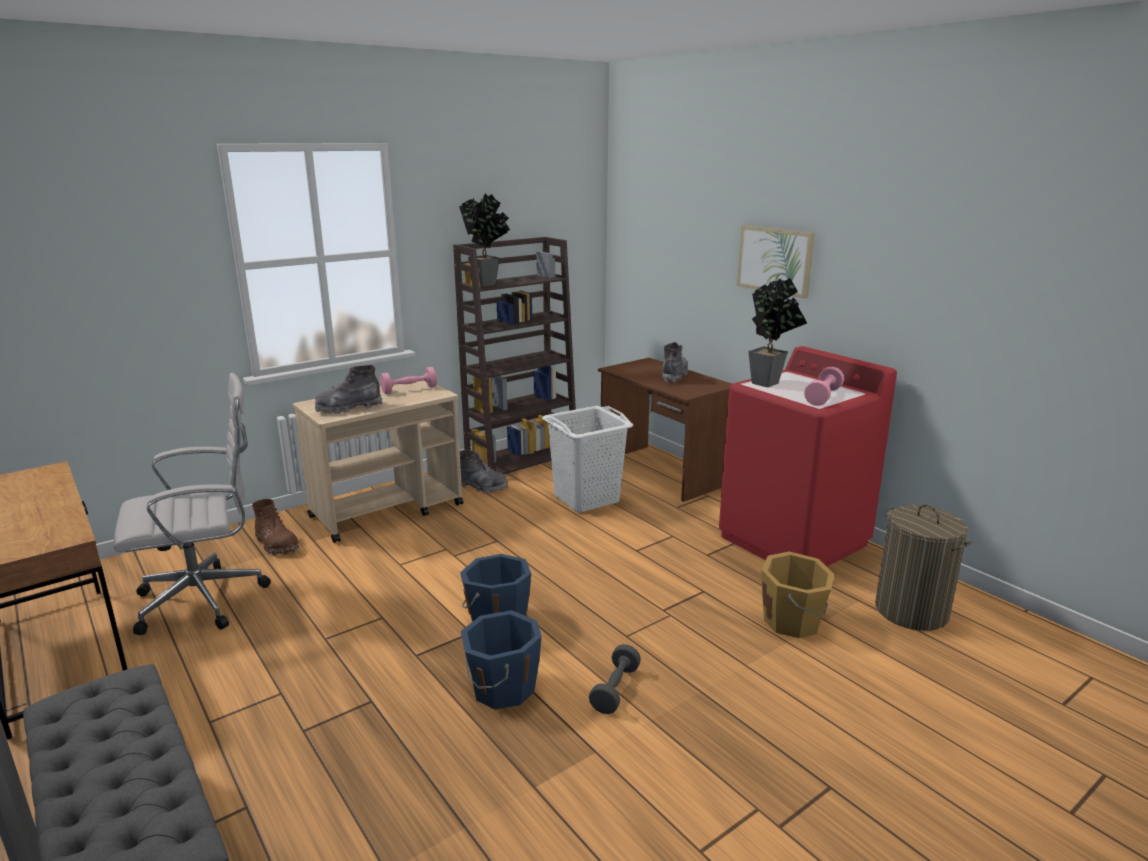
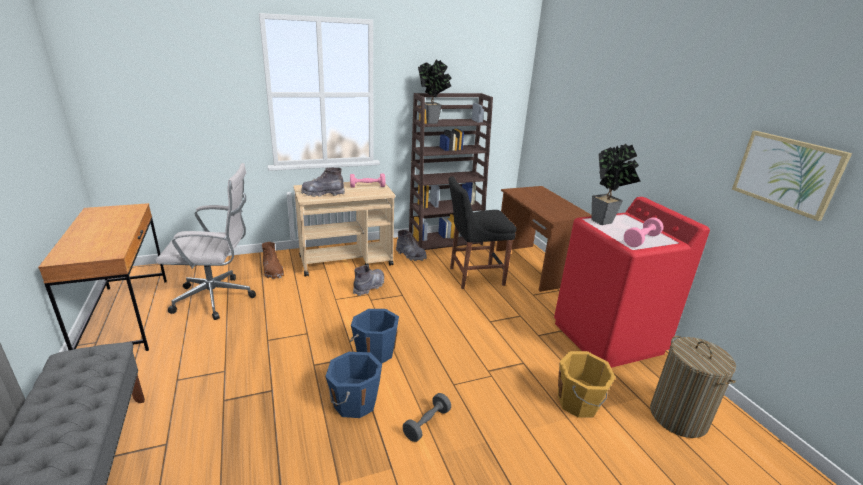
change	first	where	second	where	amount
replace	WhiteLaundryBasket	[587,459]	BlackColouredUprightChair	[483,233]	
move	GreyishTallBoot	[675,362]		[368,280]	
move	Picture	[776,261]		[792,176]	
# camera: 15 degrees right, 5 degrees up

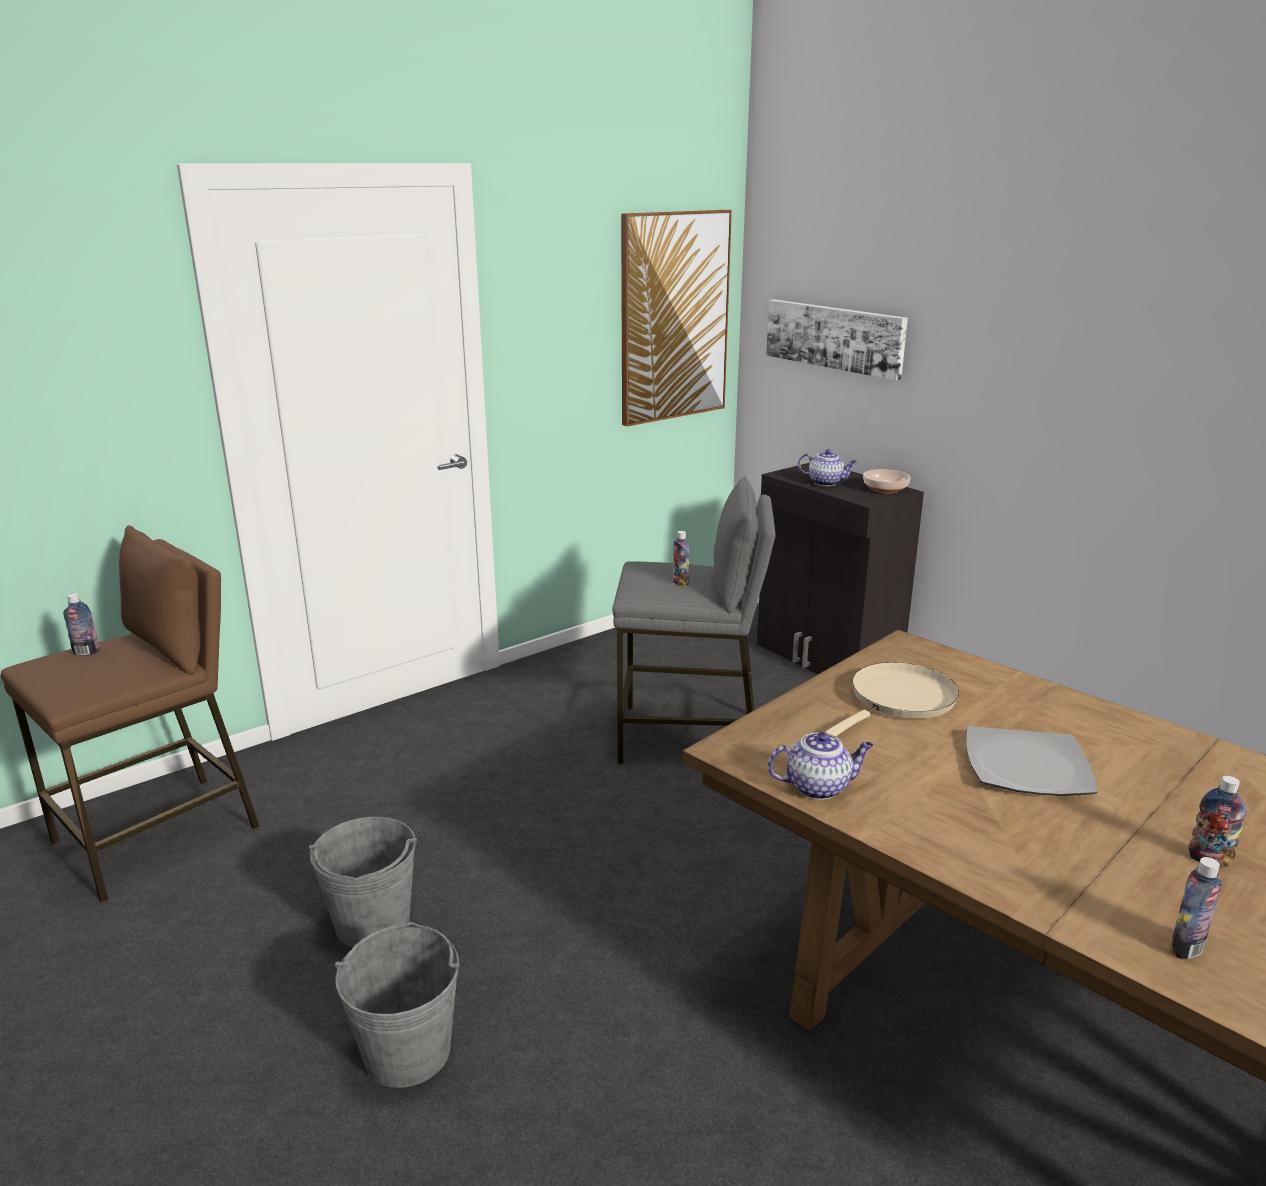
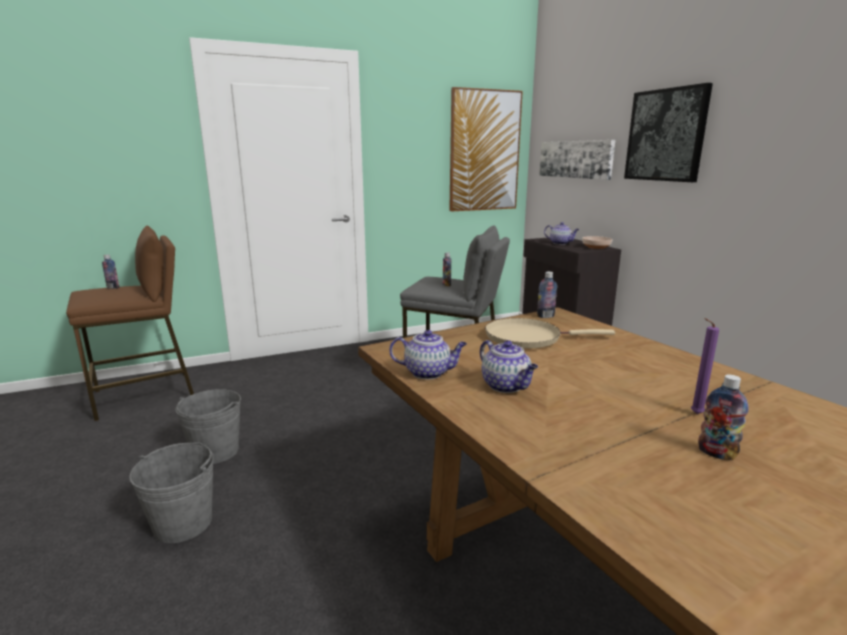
change	first	where	second	where	amount
rotate	BeigeColouredSkillet	[892,699]		[550,333]	150 degrees counterclockwise
delete	Plate	[1032,761]			
move	BeverageBottle	[1195,908]		[547,295]	
insert			Teapot	[509,366]	
insert			Picture	[668,132]	
insert			PurpleColouredWaxCandle	[705,366]	
# camera: 15 degrees right, 5 degrees down

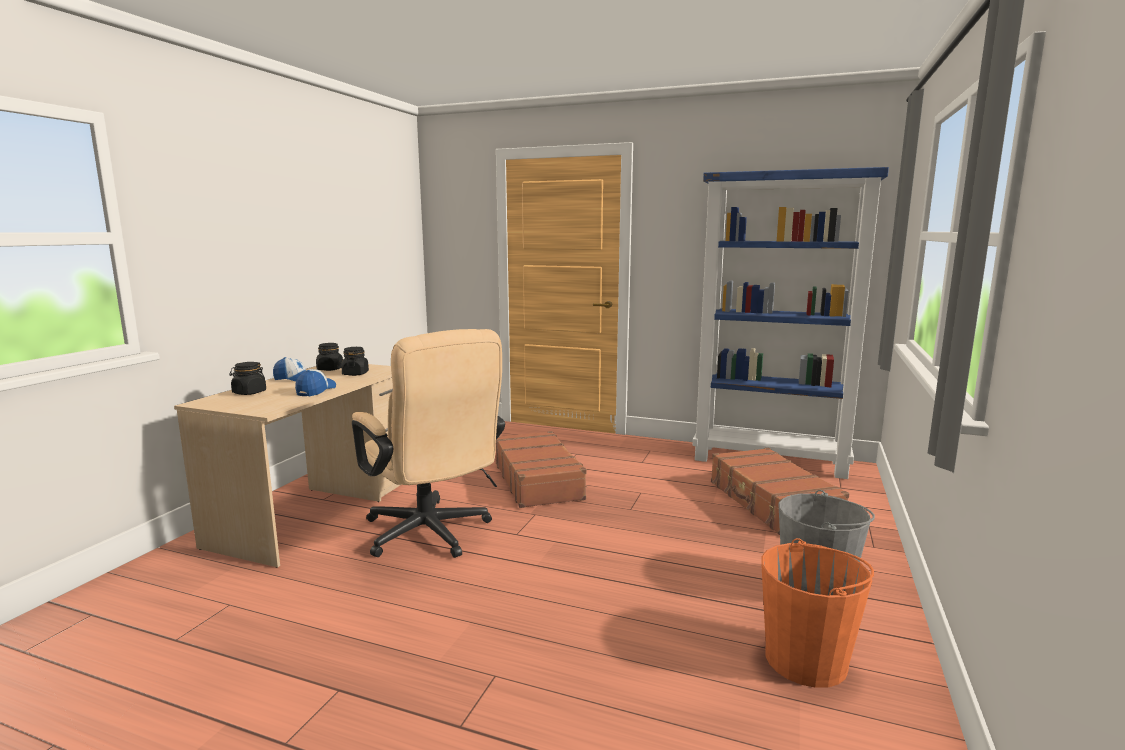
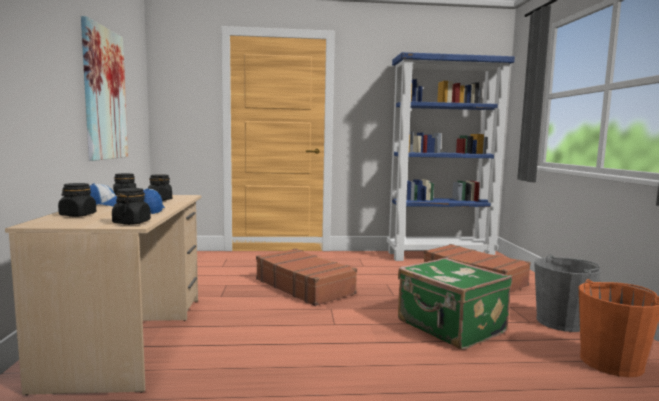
change	first	where	second	where	amount
delete	BeigeColouredComputerChair	[428,443]			
insert			Picture	[104,88]	
insert			BlackColouredStorageJar	[131,206]	
insert			GreenColouredPieceOfLuggage	[455,303]	
# camera: 25 degrees left, 5 degrees down

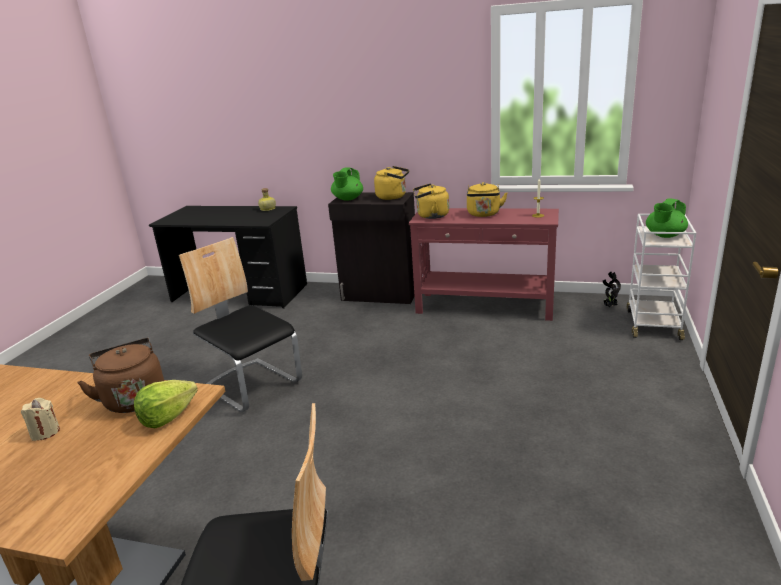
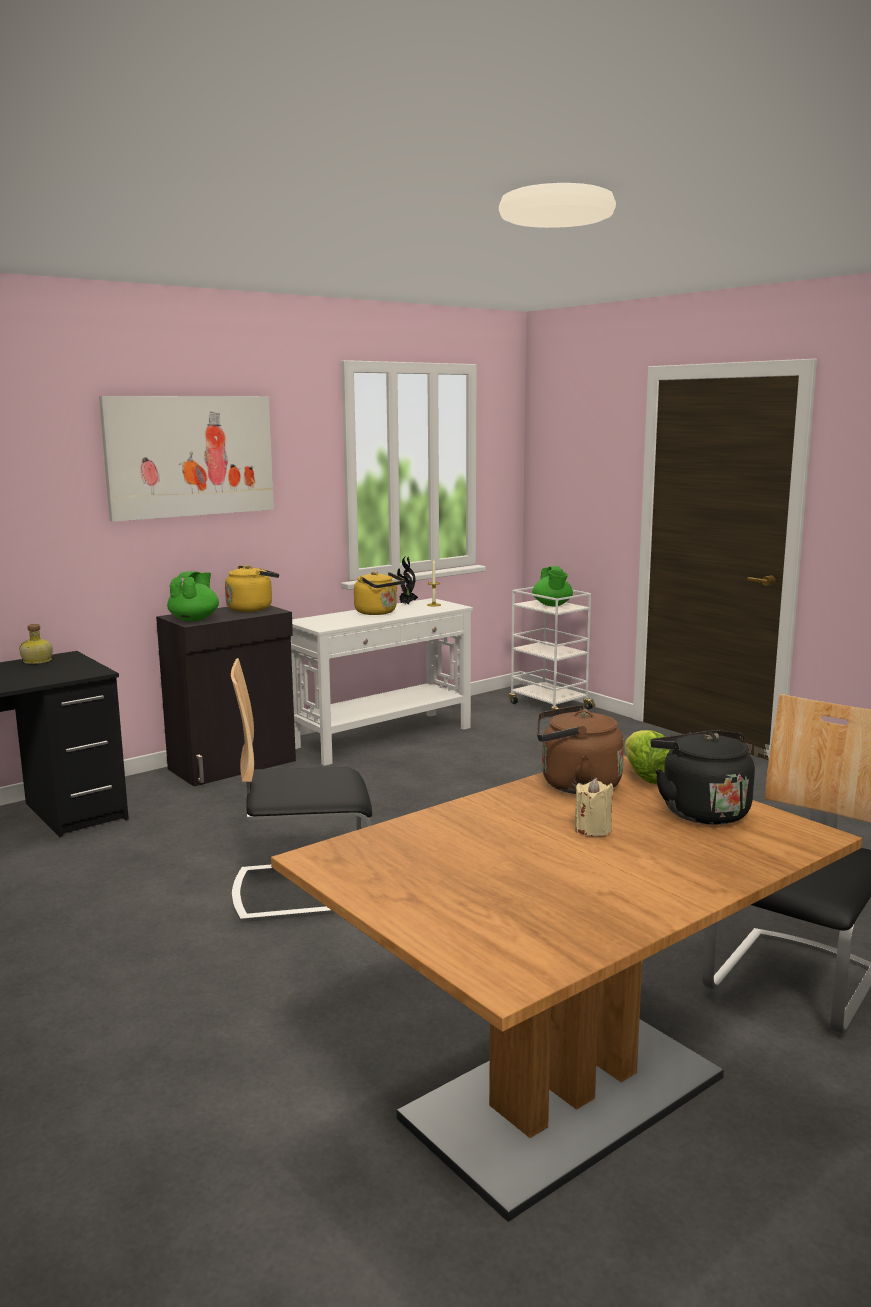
change	first	where	second	where	amount
rotate	GreenColouredTeapot	[347,184]		[193,596]	135 degrees counterclockwise
recolor	RedHallTable	[484,264]	WhiteHallTable	[382,682]	
delete	YellowTeaKettle	[431,201]			
move	PlantInAPot	[612,289]		[407,580]	
insert			Picture	[186,459]	
insert			BlackColouredTeaKettle	[702,777]	
# camera: 55 degrees left, 10 degrees down

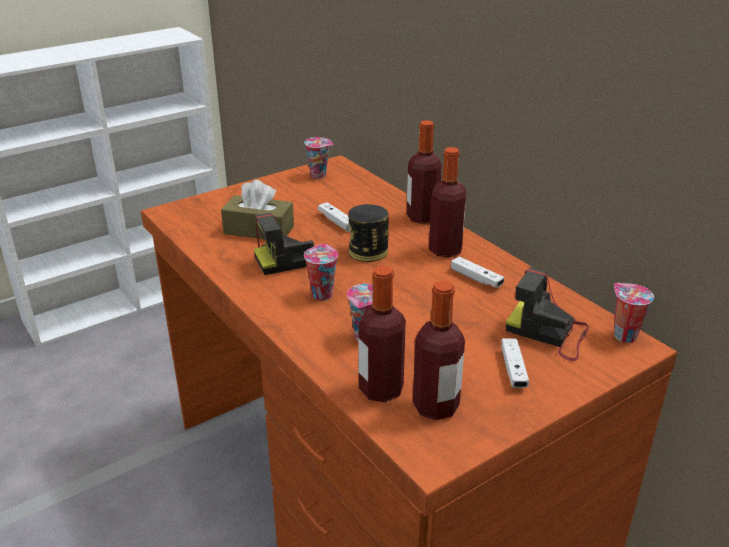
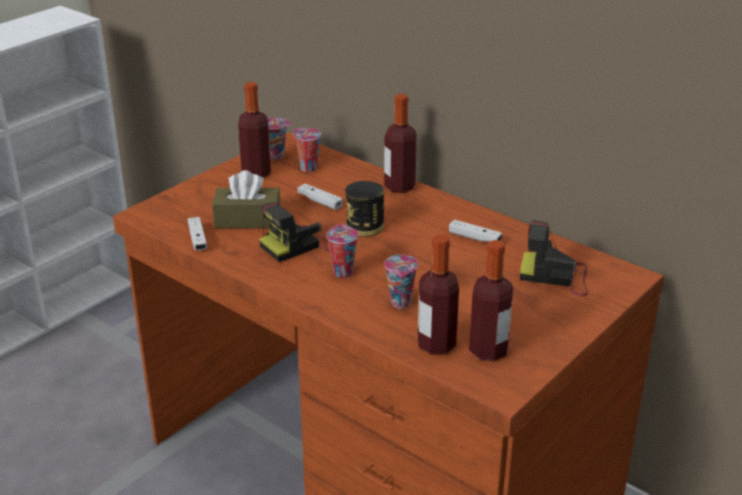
change	first	where	second	where	amount
move	BeverageBottle	[447,202]		[254,130]	
move	WhiteGamepad	[515,363]		[197,233]	
move	Cup	[634,313]		[307,150]	
# camera: 15 degrees left, 0 degrees up

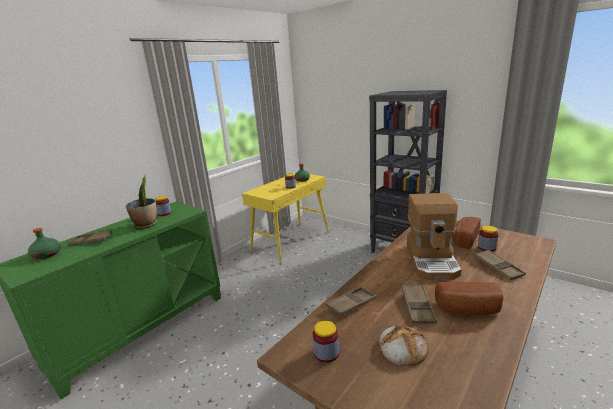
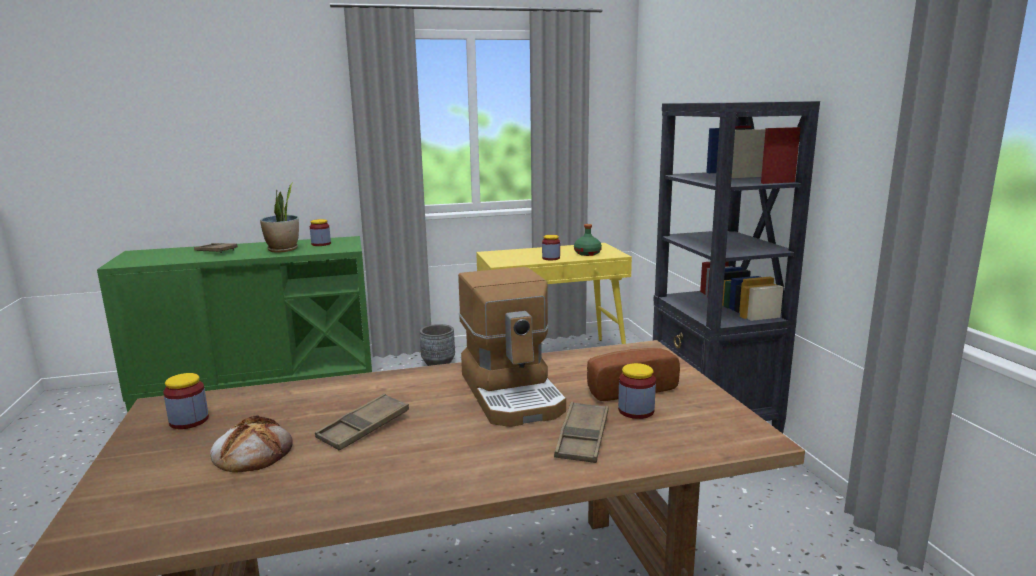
change	first	where	second	where	amount
delete	GreenColouredBeverageBottle	[44,243]			
delete	BrownTray	[351,301]			
rotate	CoffeeMachine	[434,236]		[512,347]	60 degrees counterclockwise
delete	BakedBread	[469,298]			
insert			GreyishFlowerPot	[437,345]	
# camera: 35 degrees right, 5 degrees down

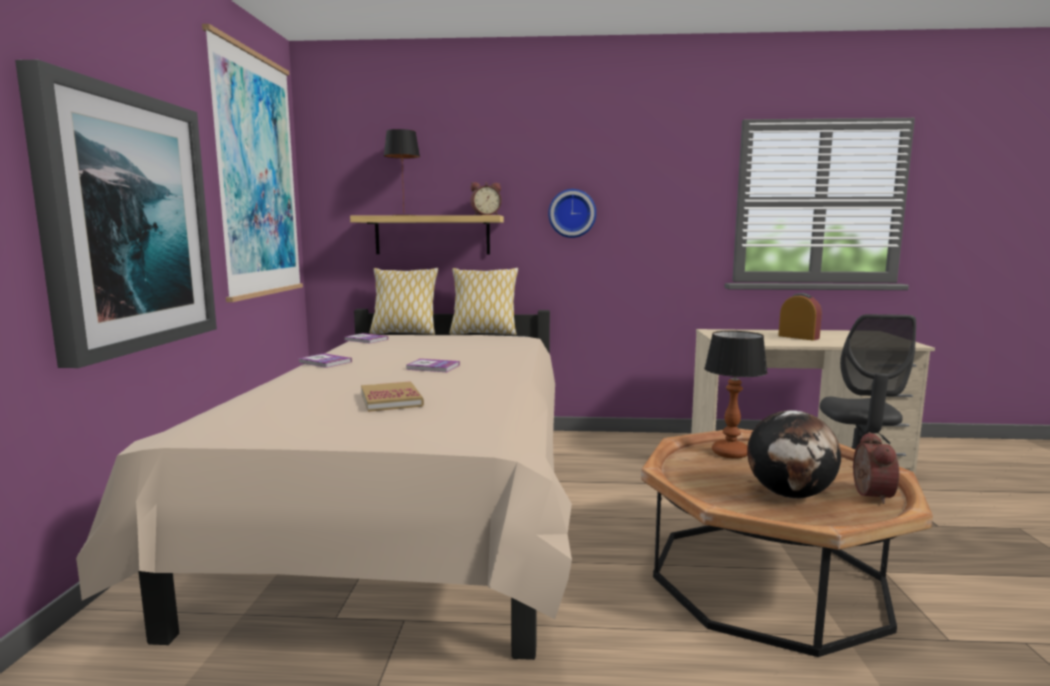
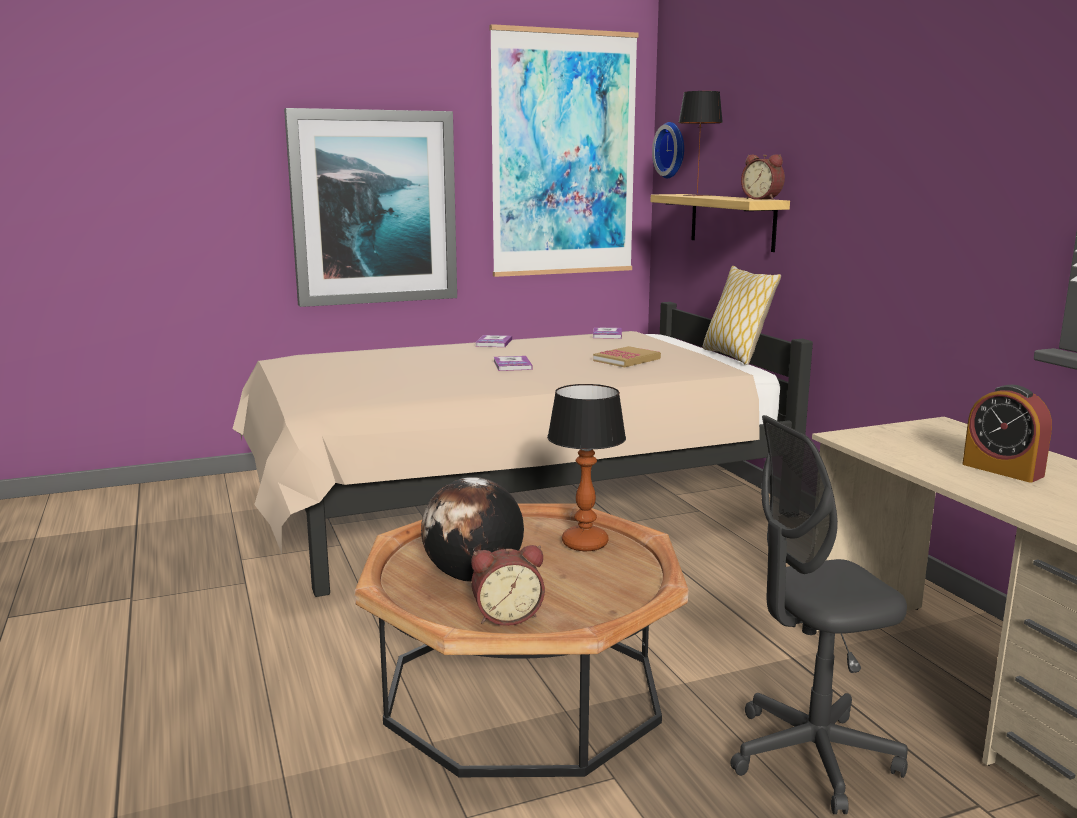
change	first	where	second	where	amount
move	BoundBook	[392,396]		[627,356]	
delete	Cushion	[403,301]			
move	ClockOnTheWall	[572,213]		[668,150]	
rotate	BedsideClock	[800,317]		[1007,434]	120 degrees clockwise
# camera: 65 degrees right, 5 degrees up

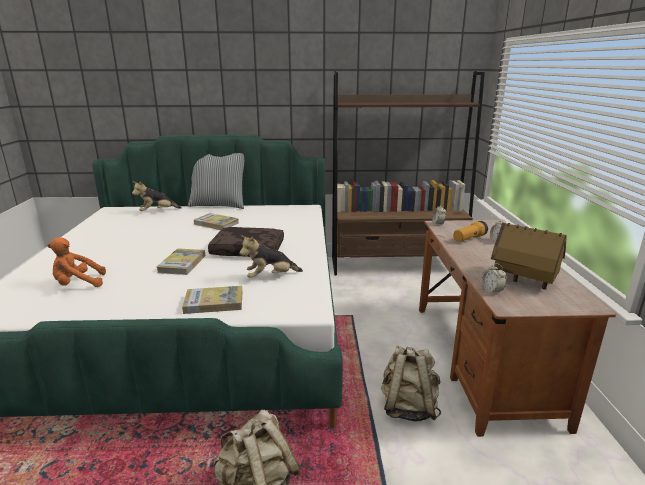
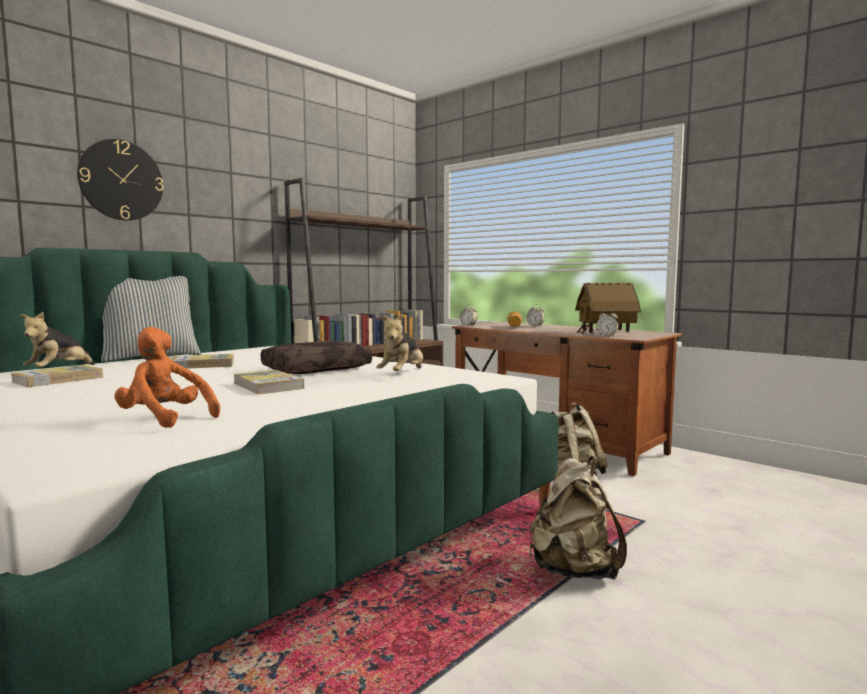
change	first	where	second	where	amount
rotate	OrangeSoftToy	[76,262]		[167,377]	90 degrees clockwise
move	BoundBook	[212,300]		[57,376]	
insert			ClockOnTheWall	[120,180]	
# camera: 45 degrees left, 15 degrees down

